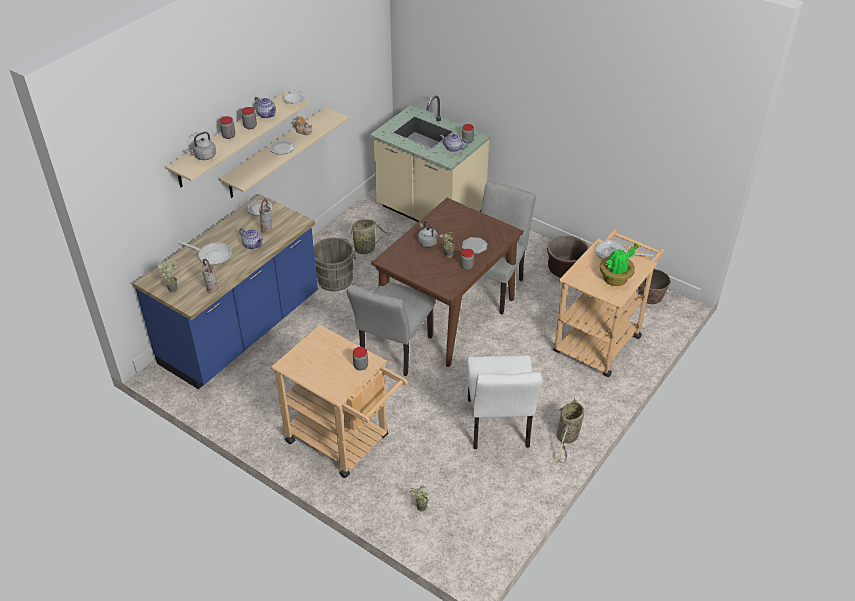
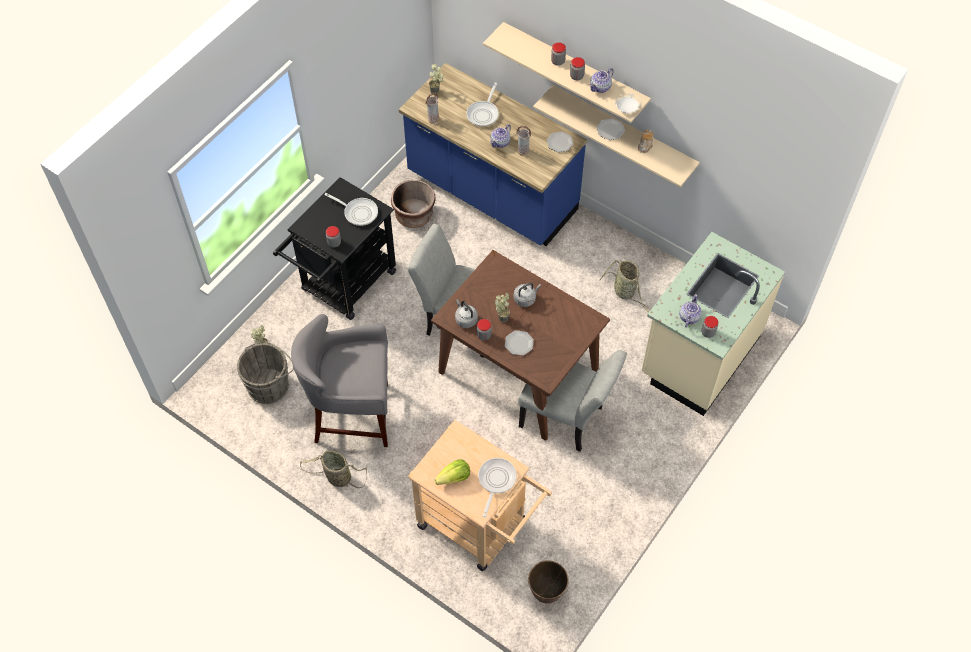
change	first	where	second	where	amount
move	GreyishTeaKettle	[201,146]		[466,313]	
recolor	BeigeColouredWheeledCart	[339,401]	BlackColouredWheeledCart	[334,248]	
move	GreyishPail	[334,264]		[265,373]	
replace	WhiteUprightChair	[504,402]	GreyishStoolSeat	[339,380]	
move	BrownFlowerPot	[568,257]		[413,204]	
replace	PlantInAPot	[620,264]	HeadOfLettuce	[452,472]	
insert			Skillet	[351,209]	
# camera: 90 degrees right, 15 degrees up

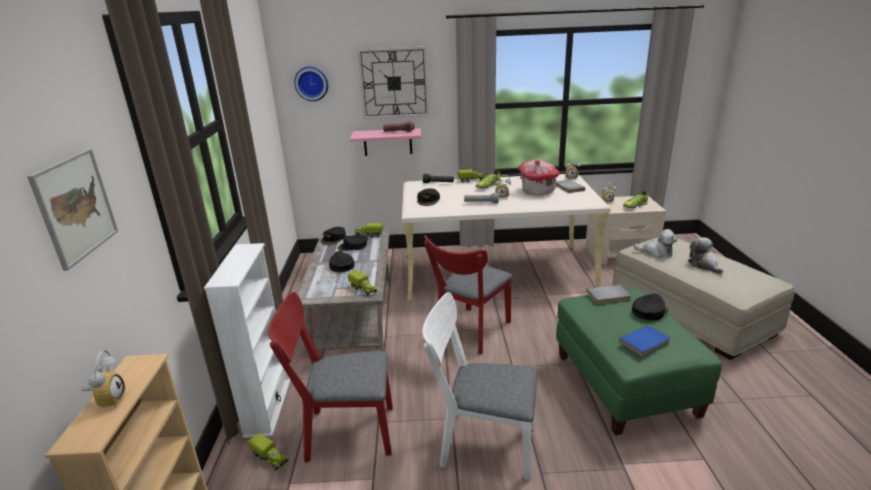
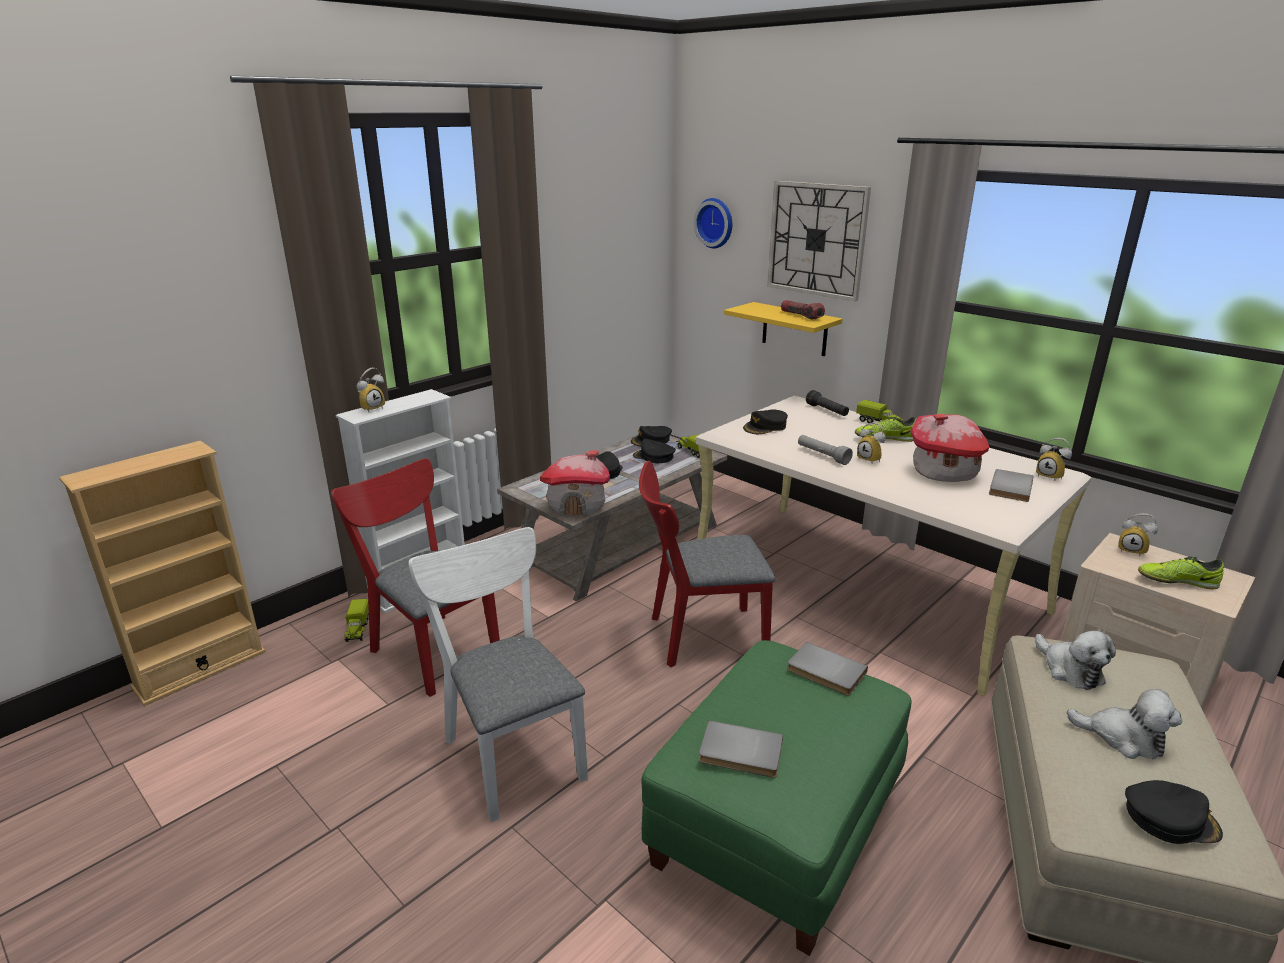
change	first	where	second	where	amount
delete	Picture	[72,210]			
move	BedsideClock	[103,378]		[371,390]	
replace	ModelTruck	[363,283]	ToyHouse	[575,483]	
recolor	PinkBracketShelf	[385,142]	YellowBracketShelf	[783,329]	
recolor	BlueBoundBook	[644,340]	GreyishBoundBook	[741,748]	
move	BlackColouredBaseballCap	[650,307]		[1174,812]	
rotate	SoftToy	[705,255]		[1124,724]	90 degrees clockwise
# camera: 45 degrees right, 0 degrees up

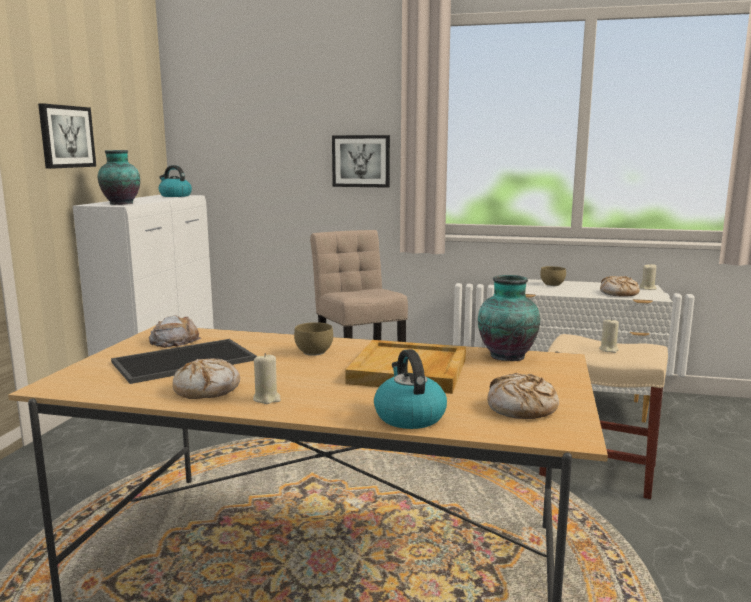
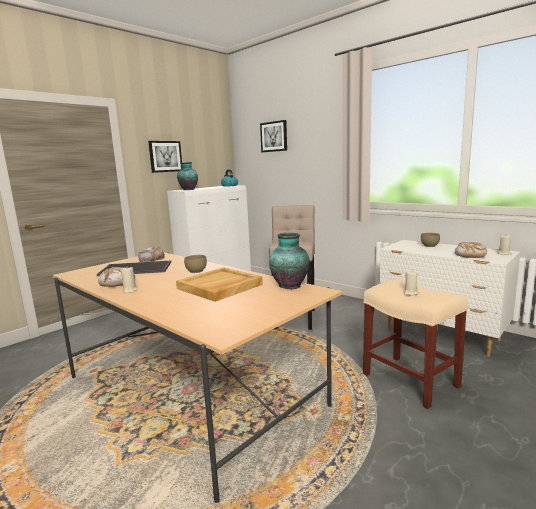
change	first	where	second	where	amount
move	Picture	[361,161]		[273,136]	
delete	TeaKettle	[410,389]			
delete	BakedBread	[523,396]			
# camera: 30 degrees right, 0 degrees up

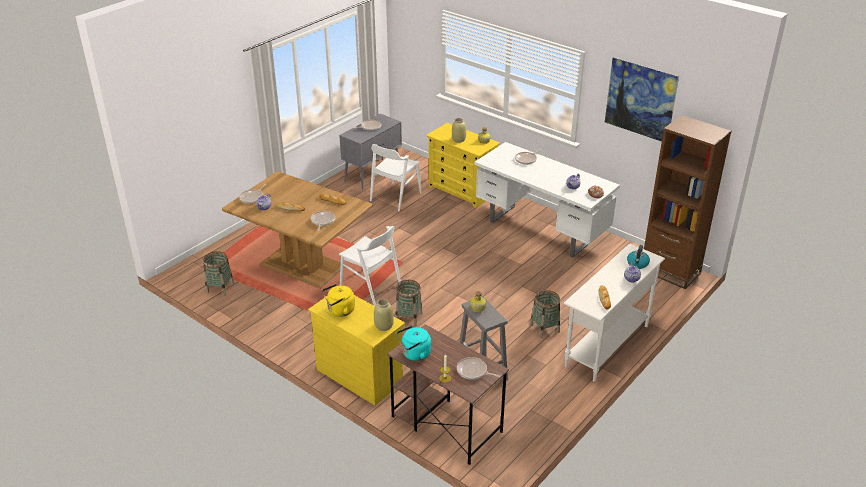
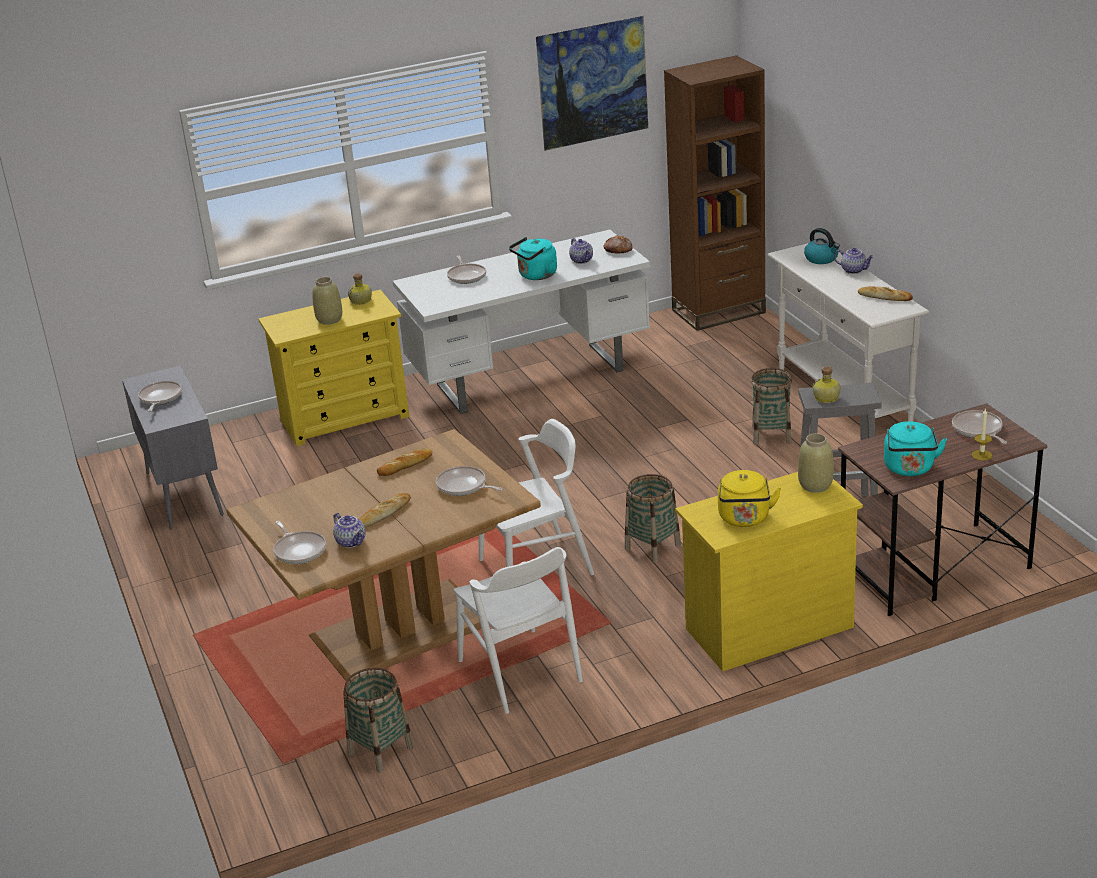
change	first	where	second	where	amount
move	WhiteUprightChair	[396,177]		[518,630]	
rotate	Skillet	[478,368]		[979,427]	105 degrees clockwise
insert			TurquoiseColouredTeaKettle	[533,258]	
# camera: 60 degrees left, 5 degrees down

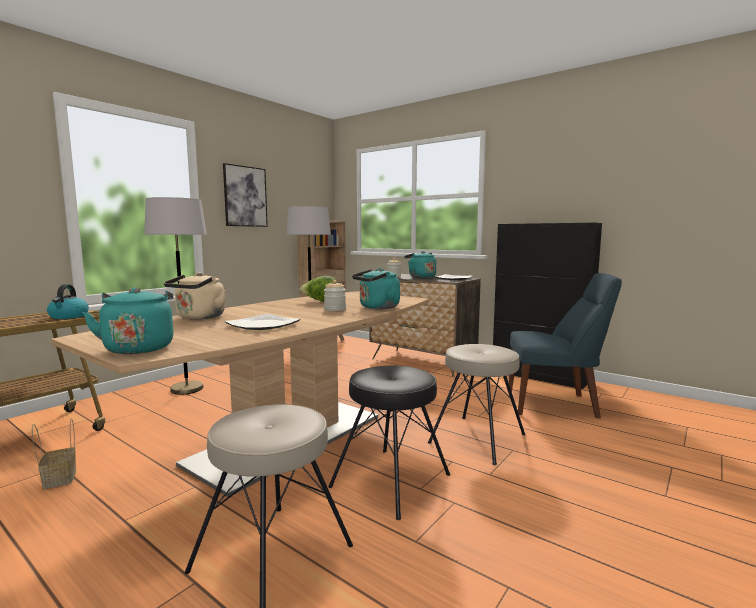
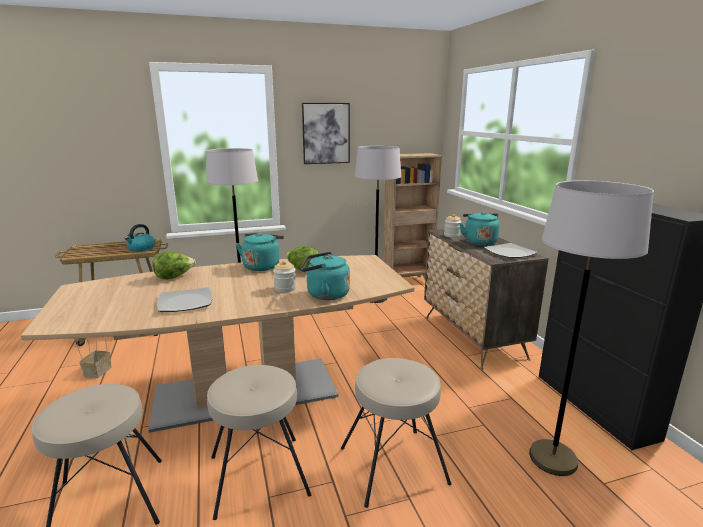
change	first	where	second	where	amount
move	TurquoiseColouredTeaKettle	[128,321]		[260,252]	
replace	BeigeColouredTeaKettle	[195,295]	HeadOfLettuce	[174,266]	
recolor	BlackColouredStoolSeat	[389,442]	BeigeColouredStoolSeat	[259,442]	
replace	BlueUprightChair	[565,345]	GreyishStandardLamp	[591,328]	
# camera: 35 degrees right, 10 degrees up

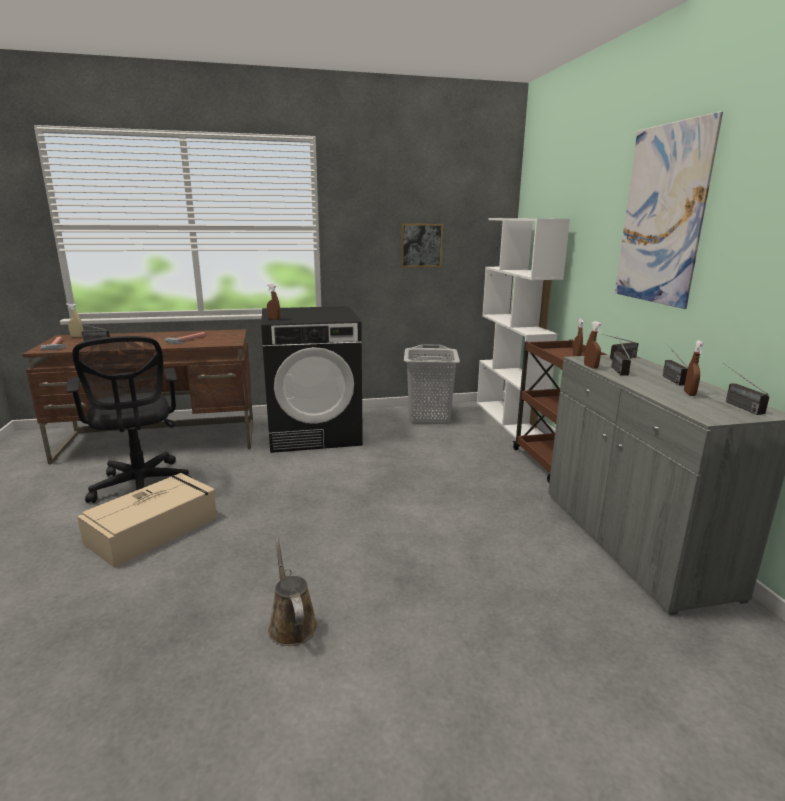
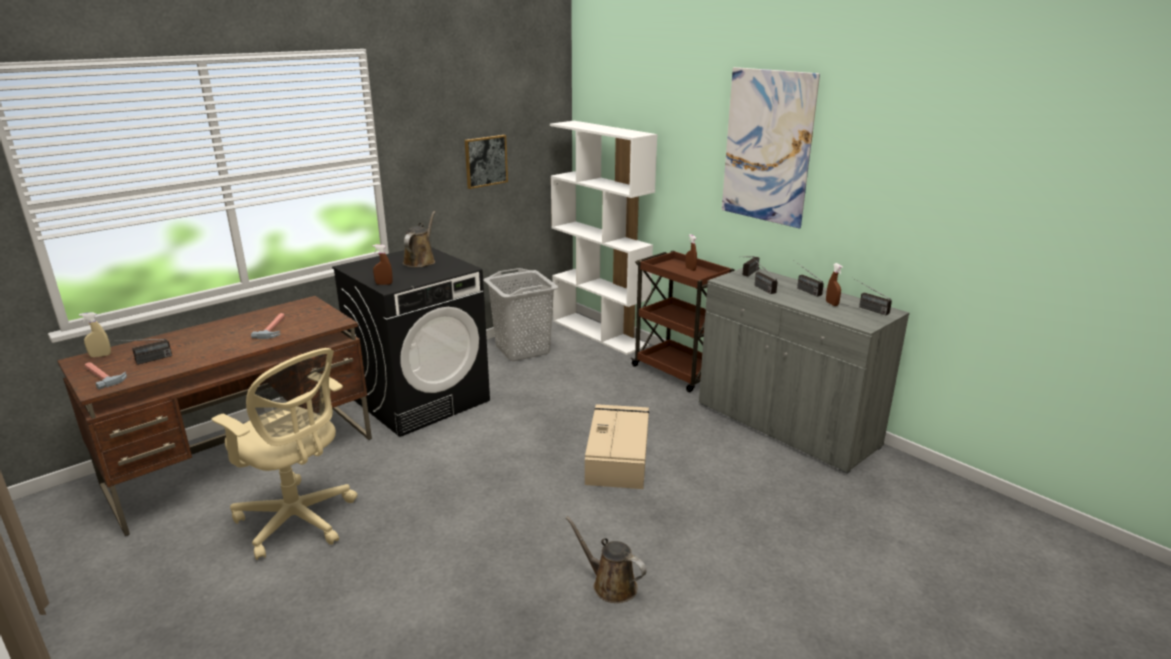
change	first	where	second	where	amount
recolor	BlackColouredComputerChair	[129,419]	BeigeColouredComputerChair	[284,454]	
move	BeigeColouredStorageBox	[147,520]		[617,446]	
delete	BrownSprayer	[593,345]			
insert			BrownSprinklingCan	[419,239]	
# camera: 30 degrees left, 5 degrees up

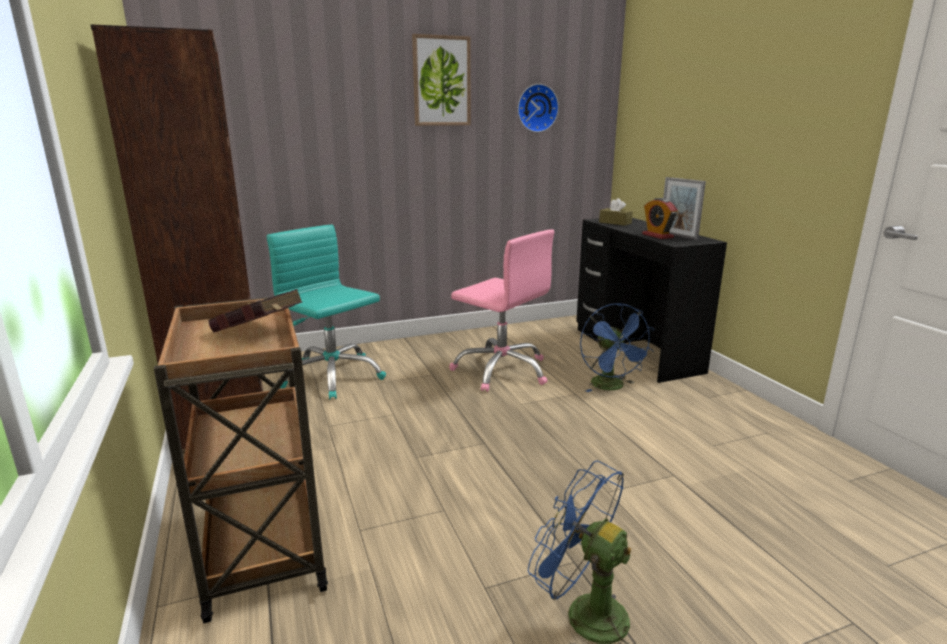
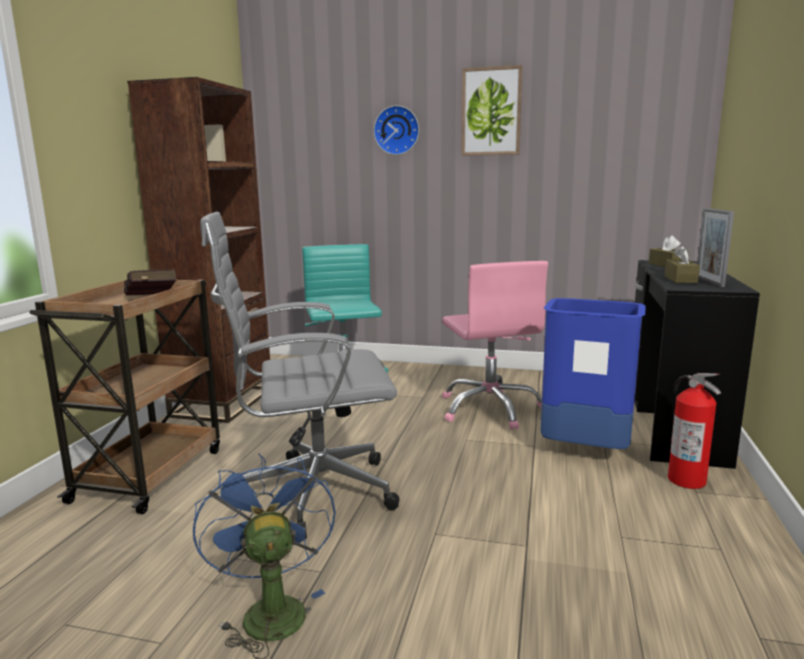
change	first	where	second	where	amount
move	ClockOnTheWall	[538,108]		[396,130]	
replace	BlueElectricFan	[617,347]	BlueWasteBin	[593,373]	
replace	BedsideClock	[660,218]	BrownTissueHolder	[682,264]	
insert			GreyishComputerChair	[299,375]	
insert			FireFightingCylinder	[694,431]	
# camera: 35 degrees right, 5 degrees down

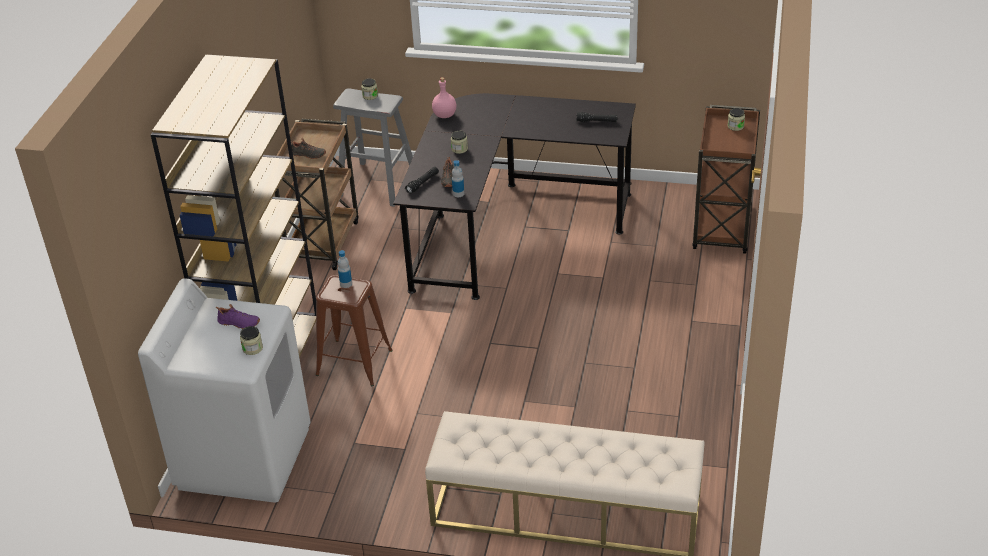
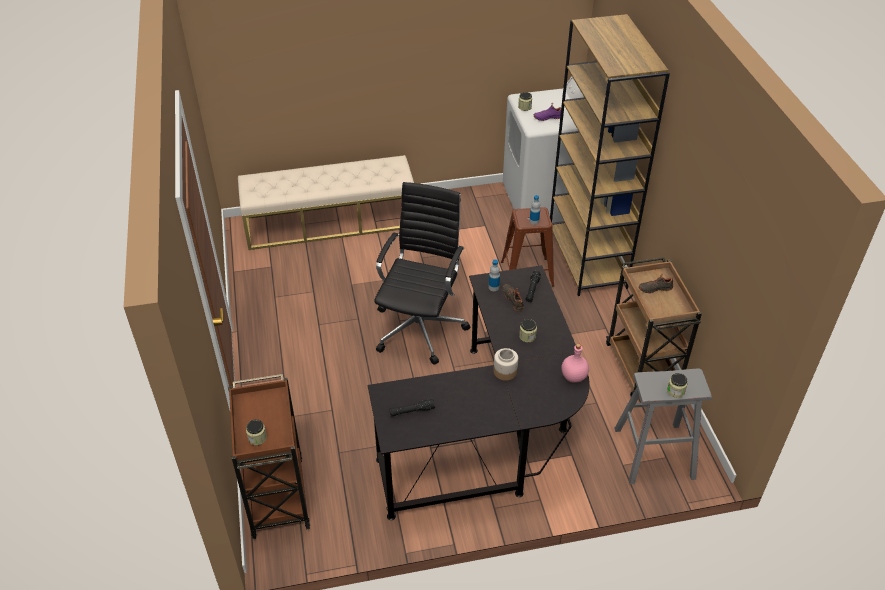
change	first	where	second	where	amount
insert			BlackColouredComputerChair	[422,273]	
insert			StorageJar	[506,364]	
# camera: 155 degrees right, 5 degrees up

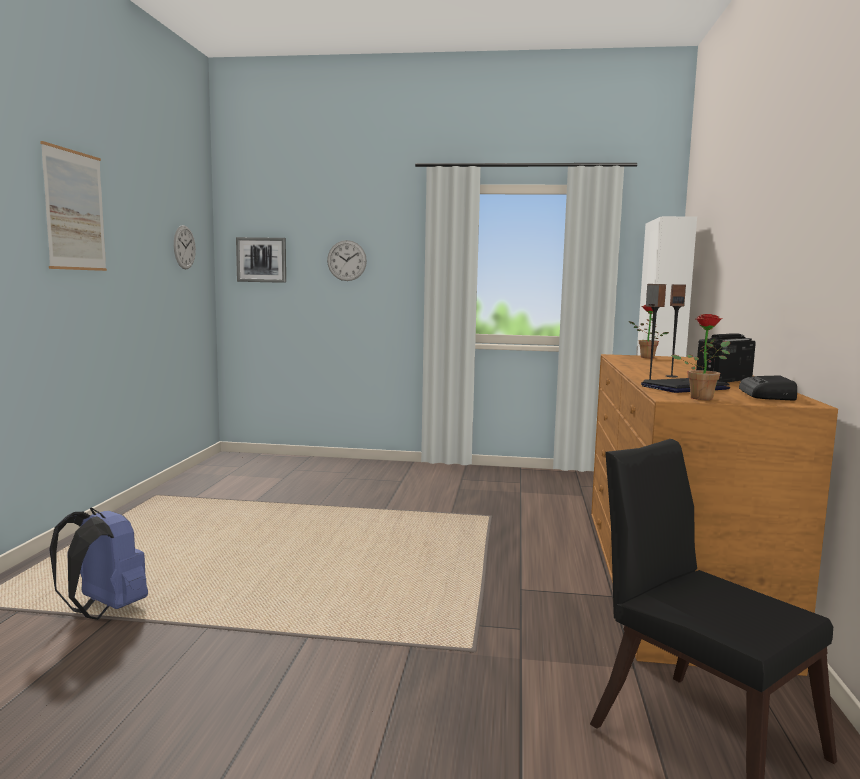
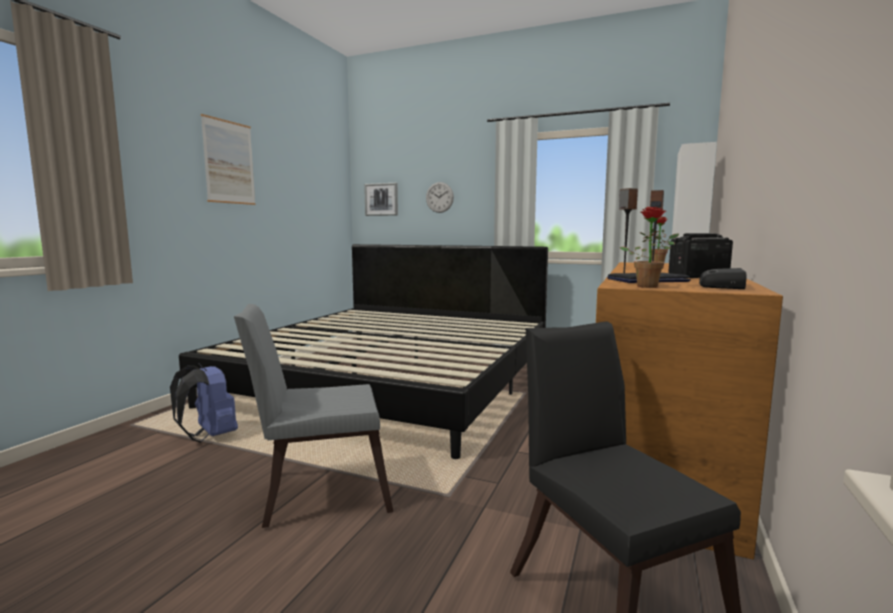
change	first	where	second	where	amount
delete	ClockOnTheWall	[185,247]			
insert			BedroomBed	[363,351]	
insert			GreyishUprightChair	[313,416]	
# camera: 15 degrees right, 0 degrees up

